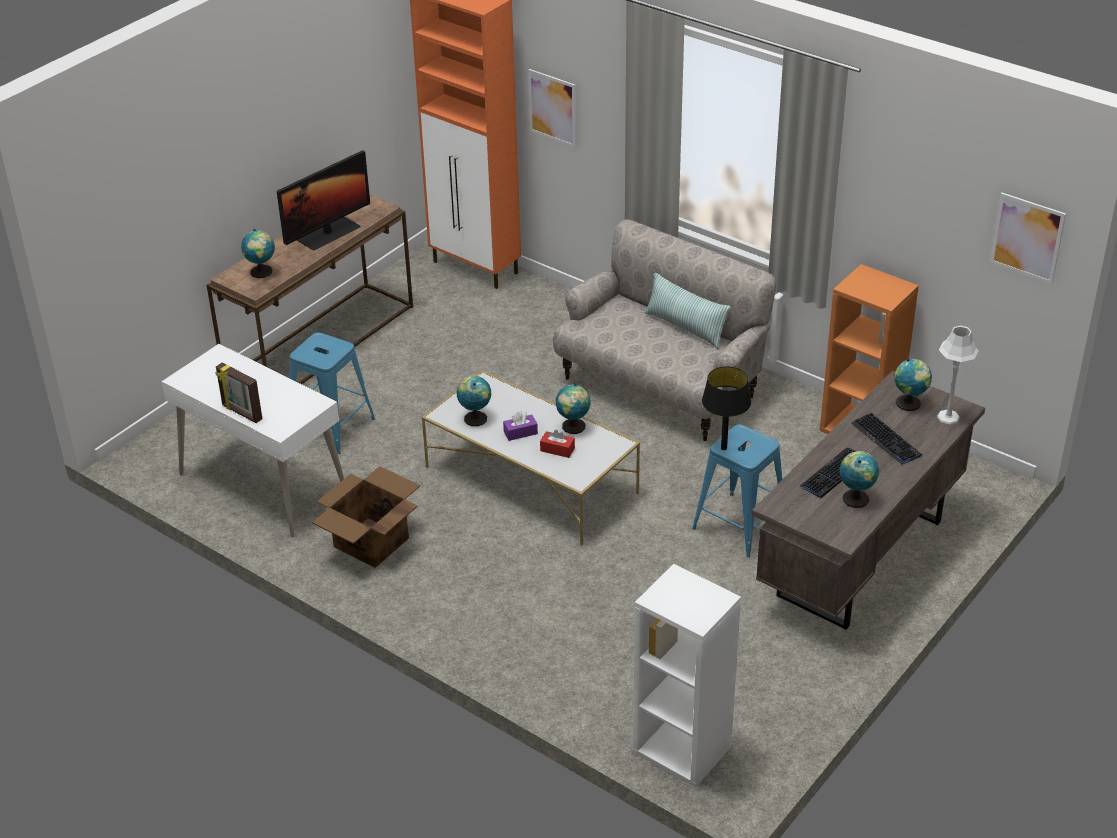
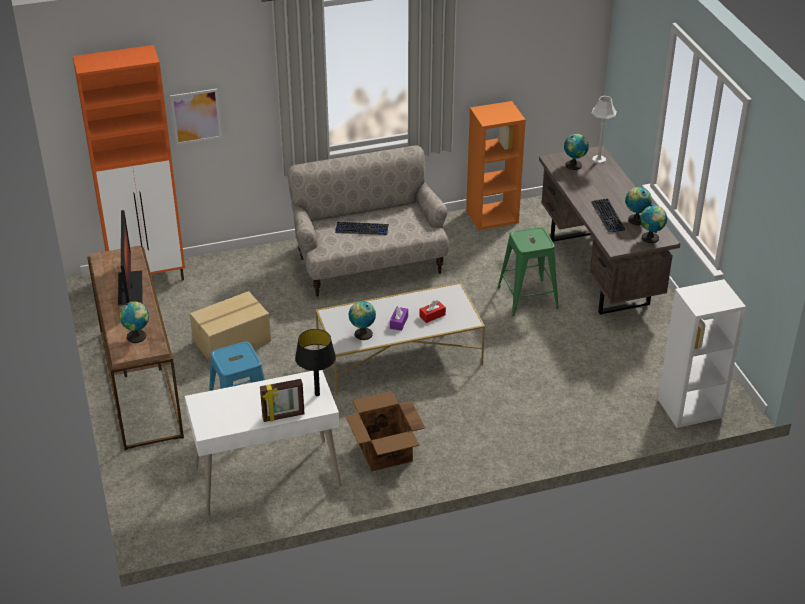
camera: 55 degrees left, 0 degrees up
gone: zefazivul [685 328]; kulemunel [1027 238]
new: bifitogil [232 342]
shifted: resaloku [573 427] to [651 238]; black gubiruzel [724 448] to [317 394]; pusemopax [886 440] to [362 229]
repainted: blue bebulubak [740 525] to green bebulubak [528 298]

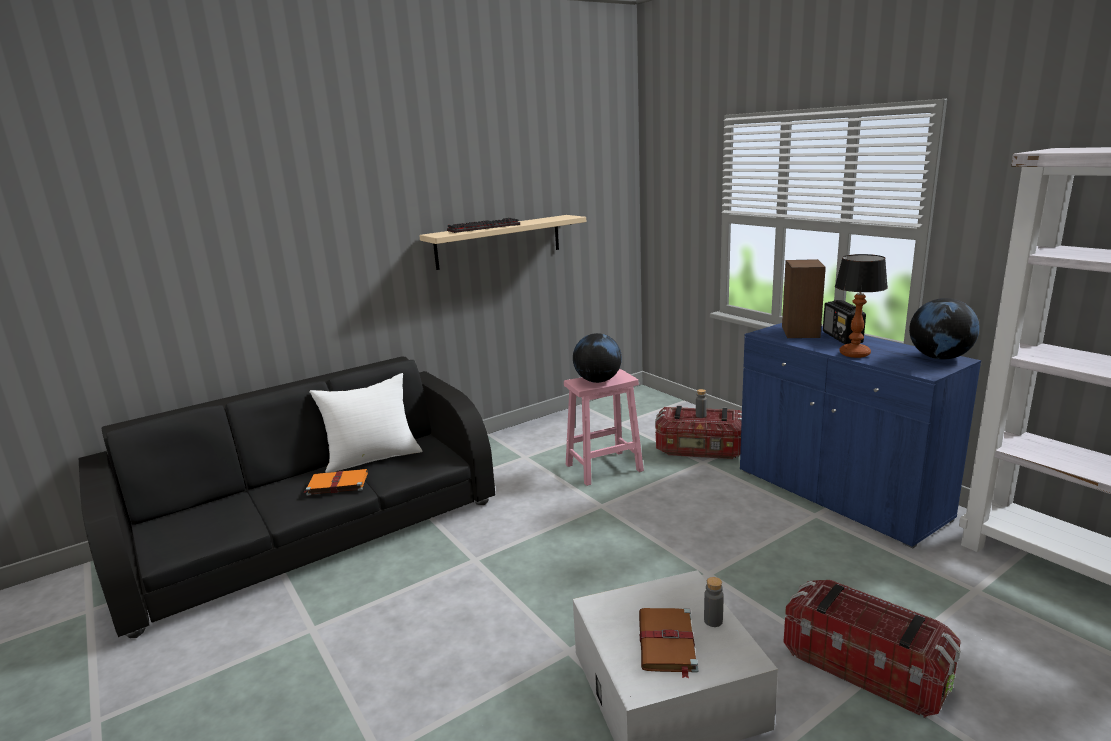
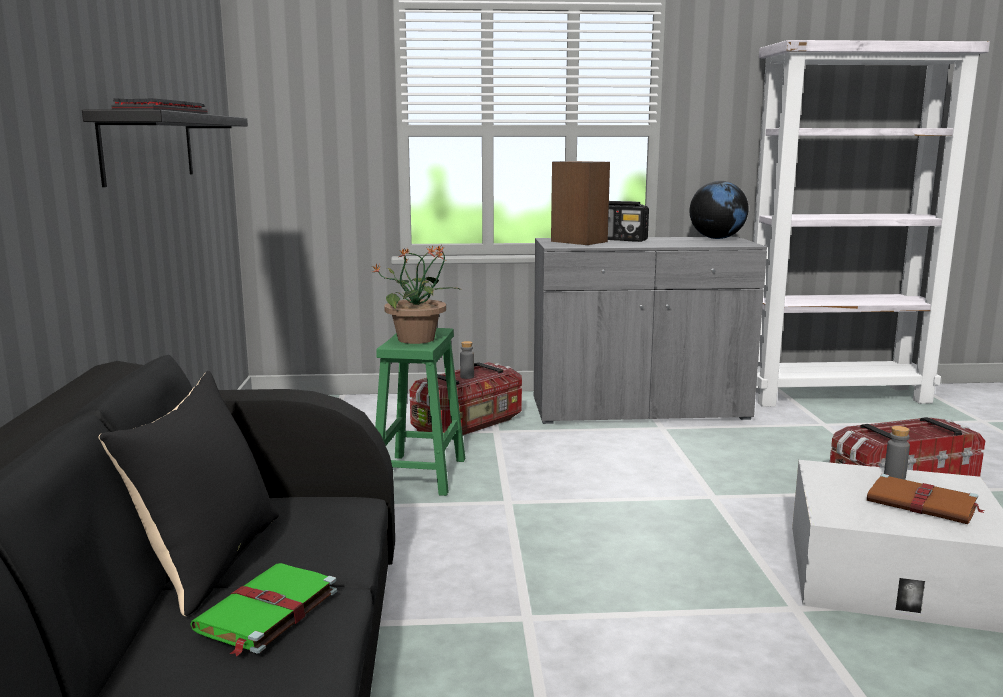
camera: 60 degrees left, 5 degrees down
gone: gubiruzel [855 354]
swapped: resaloku [598 381] to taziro [417 339]
repainted: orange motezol [336 484] to green motezol [266 612]; white zefazivul [373 457] to black zefazivul [210 560]; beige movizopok [499 241] to black movizopok [150 147]; pink bebulubak [603 468] to green bebulubak [420 475]; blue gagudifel [838 494] to grey gagudifel [639 410]

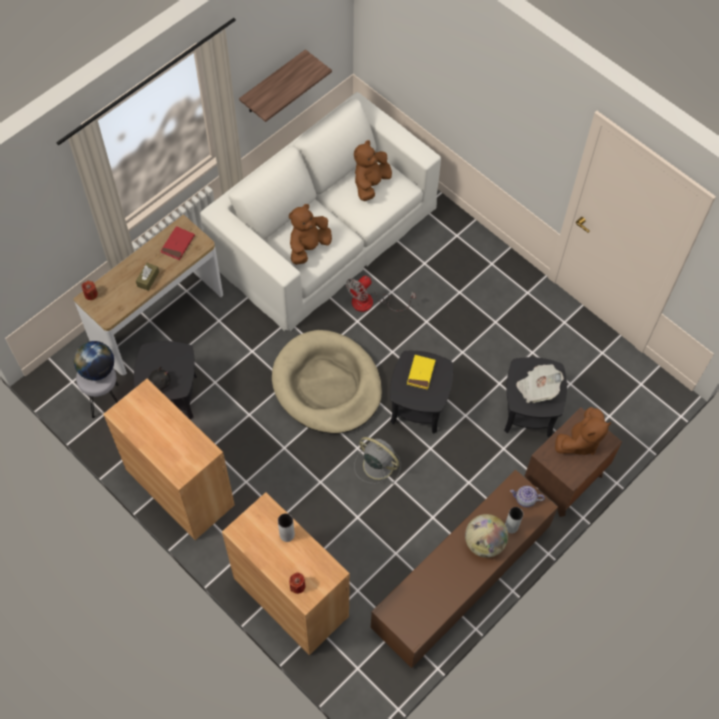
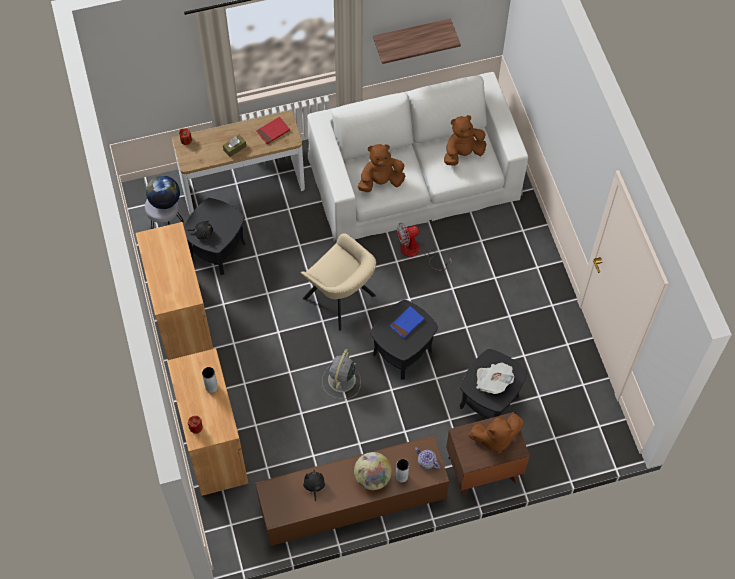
camera: 30 degrees right, 0 degrees up
new: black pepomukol [314 486]
swapped: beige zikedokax [327 385] to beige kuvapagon [341 300]
repainted: yellow motezol [421 373] to blue motezol [407 323]
rotated: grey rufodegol [377 464] = [341 380] 135 degrees counterclockwise

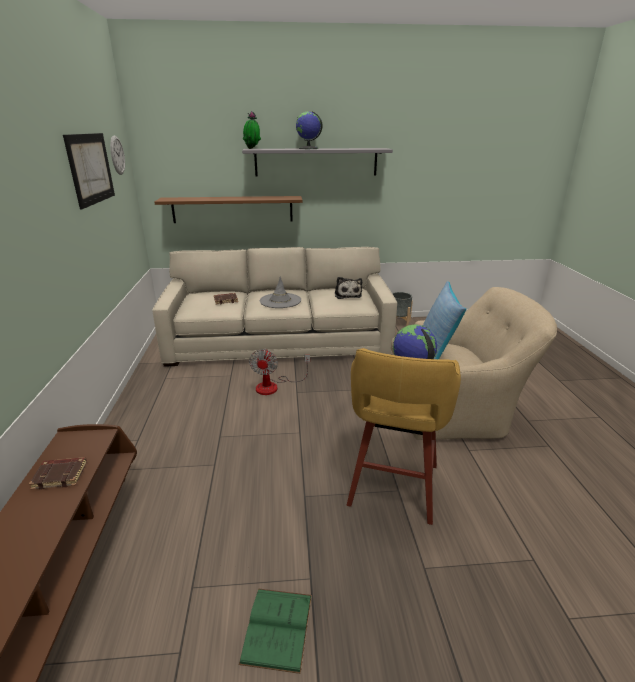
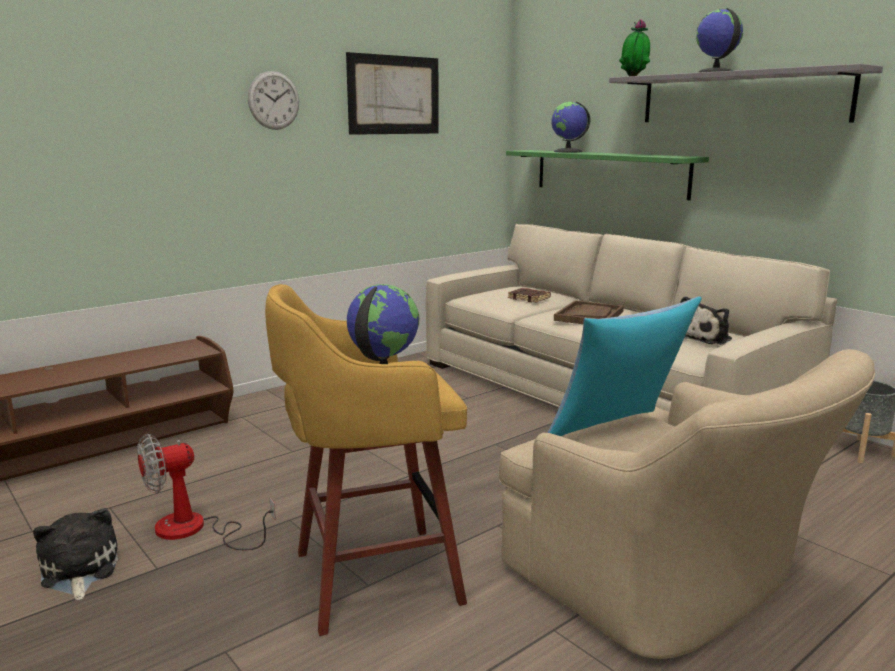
camera: 55 degrees right, 10 degrees down
gone: brown motezol [61 475]
new: resaloku [568 152]
shifted: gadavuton [117 155] to [274 100]; rufodegol [274 386] to [195 530]
swapped: green motezol [277 628] to pepomukol [78 571]; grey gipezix [280 301] to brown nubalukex [589 316]
repainted: brown movizopok [232 209] to green movizopok [609 173]

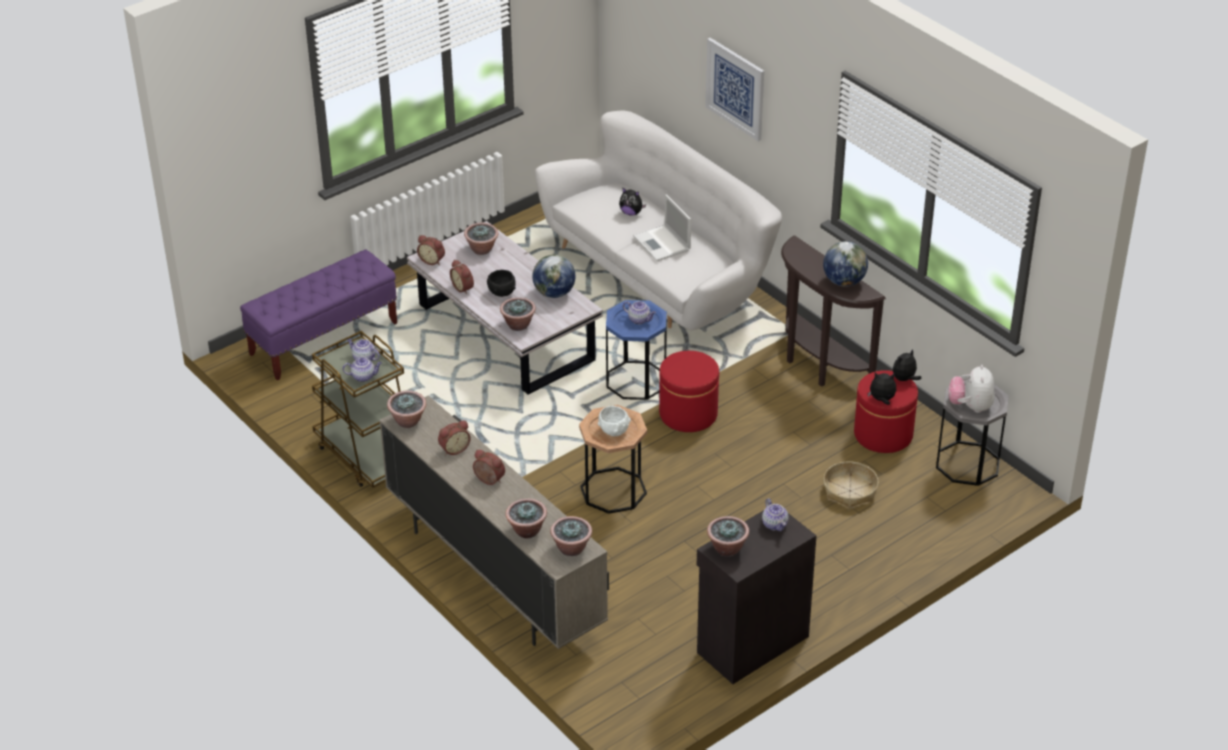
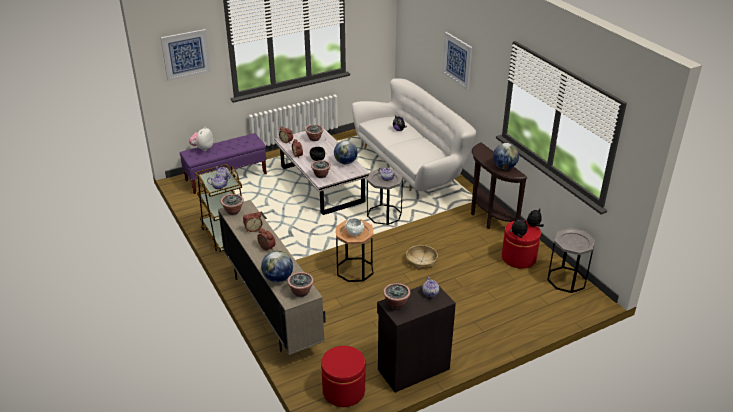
camera: 10 degrees right, 5 degrees down
gone: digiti [662 244]
new: kulemunel [186 54]
shifted: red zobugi [688 414] to [343 391]; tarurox [849 491] to [421 261]; pepomukol [970 406] to [203 148]
swapped: taziro [526 530] to resaloku [278 278]
repainted: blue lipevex [636 381] to grey lipevex [384 215]

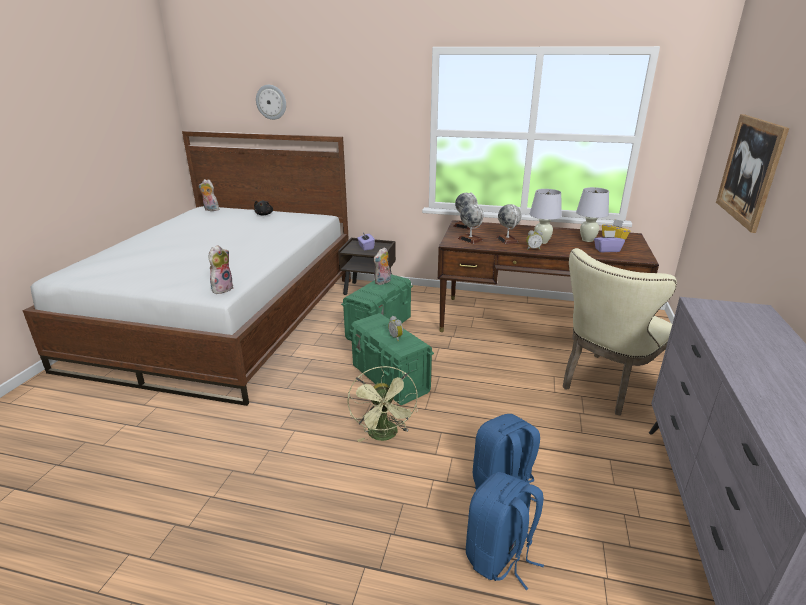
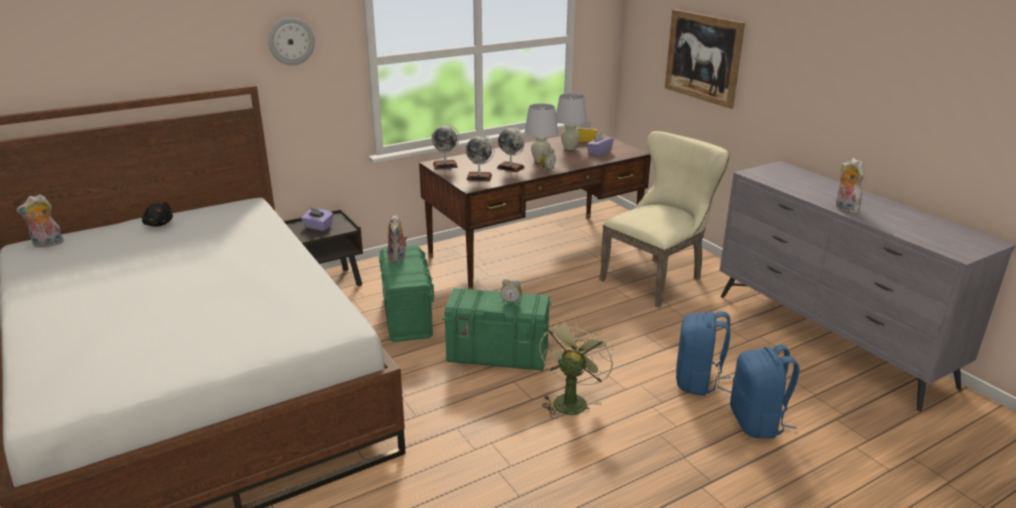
camera: 45 degrees left, 0 degrees up
shifted: pepomukol [222 289] to [844 208]; gadavuton [271 102] to [291 41]
rotated: green rufodegol [385 436] = [570 400] 105 degrees counterclockwise; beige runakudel [607 387] = [657 278] 135 degrees counterclockwise

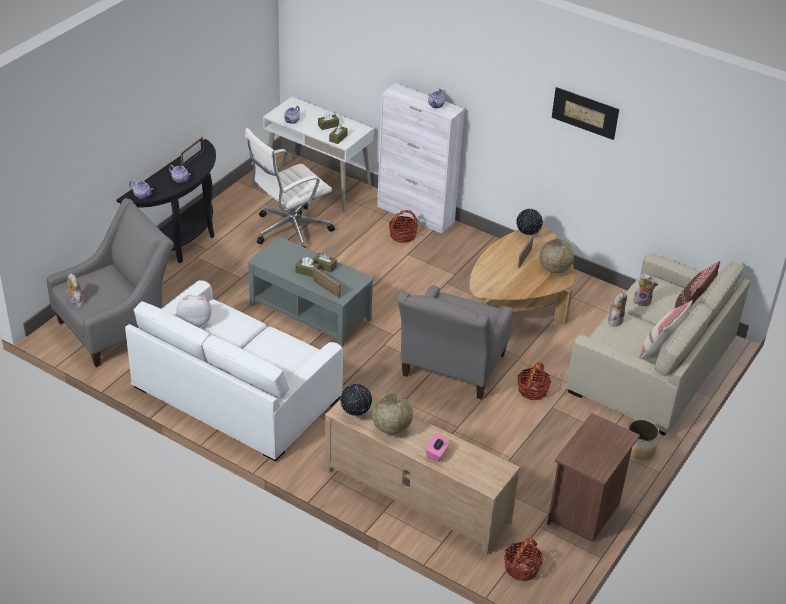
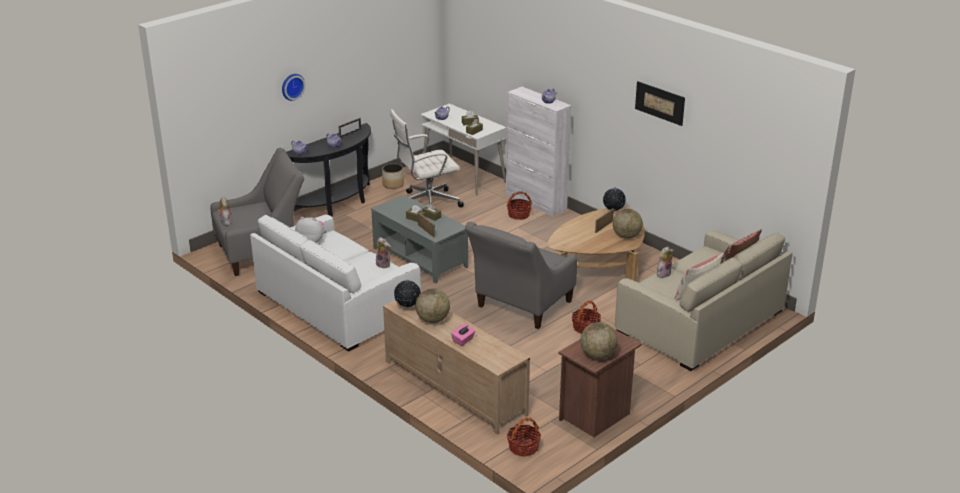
camera: 15 degrees right, 10 degrees down
new: gadavuton [292 86]; resaloku [598 355]
shifted: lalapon [639 450] to [393 185]; pepomukol [642 301] to [384 264]

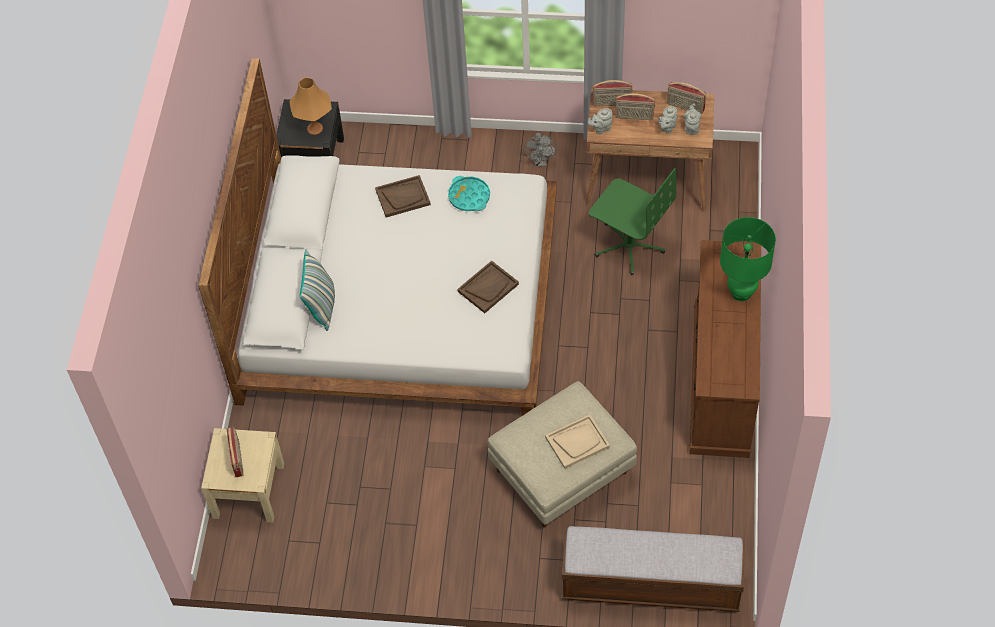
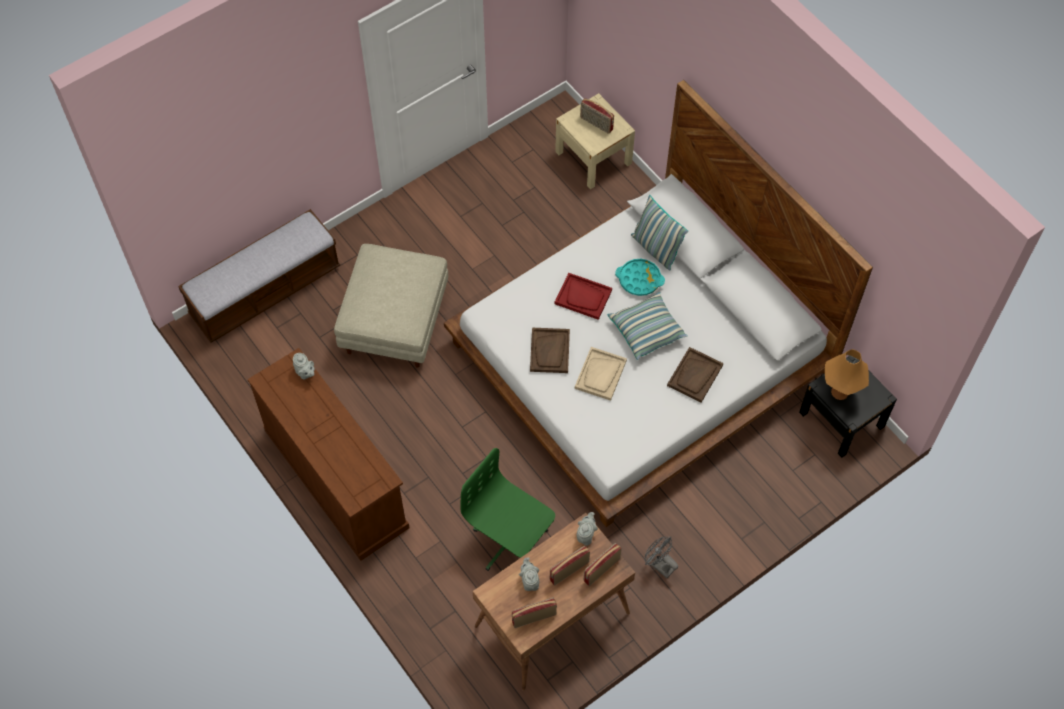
camera: 135 degrees right, 5 degrees up
gone: green gubiruzel [741 293]
new: red nubalukex [583 297]; zefazivul [647 331]
shifted: turquoise nubalukex [469 197] to [639 279]; beige nubalukex [577 442] to [600 374]; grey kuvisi [691 127] to [305 373]
rotated: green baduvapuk [629 245] = [510 542] 45 degrees clockwise

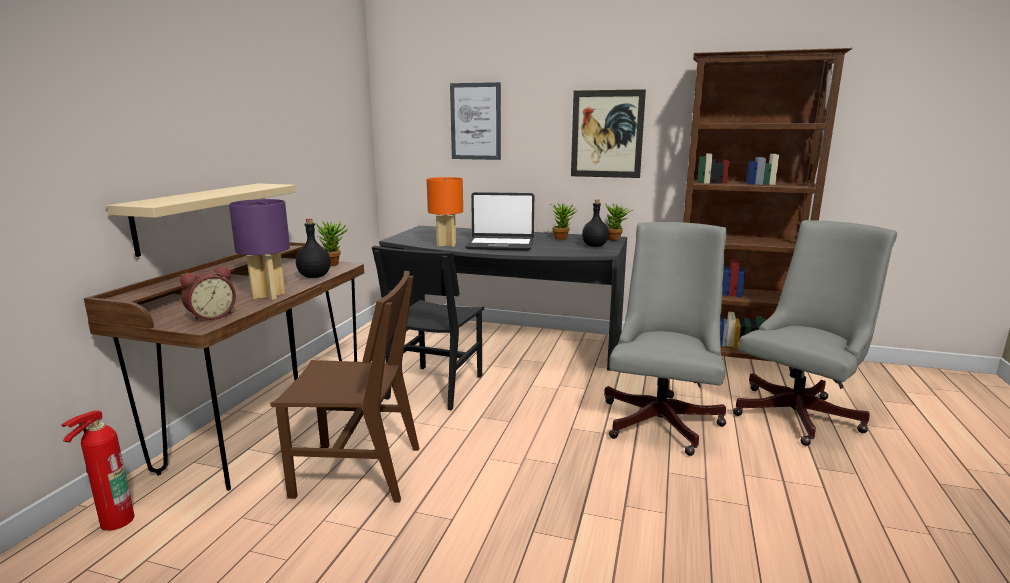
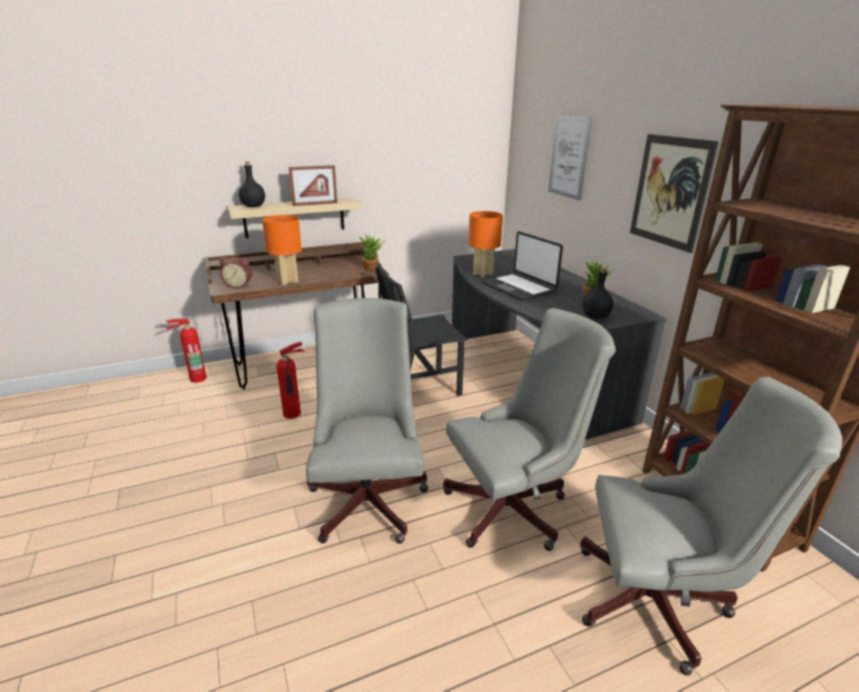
camera: 50 degrees right, 10 degrees up
gone: taziro [616 239]
new: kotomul [315 204]; grey baduvapuk [369 497]
shifted: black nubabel [315 276] to [254 206]
swapped: brown runakudel [358 471] to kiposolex [294 414]
repainted: purple gubiruzel [269 295] to orange gubiruzel [288 281]

